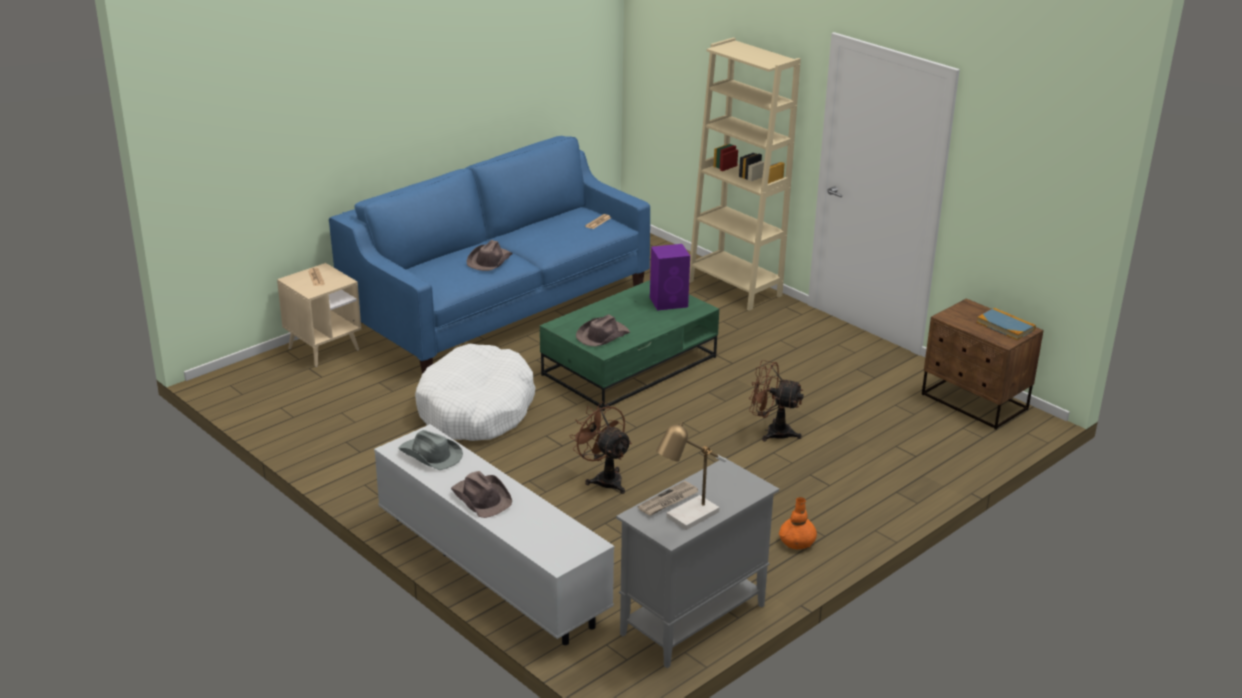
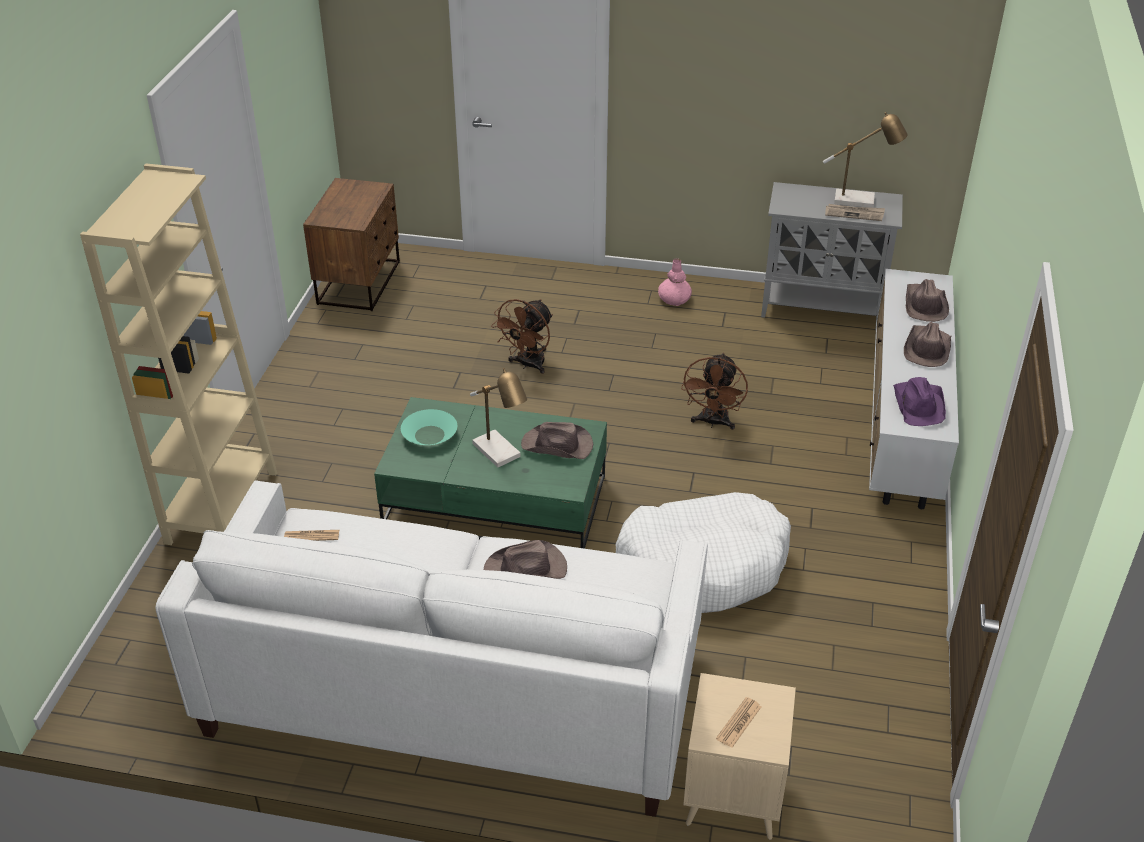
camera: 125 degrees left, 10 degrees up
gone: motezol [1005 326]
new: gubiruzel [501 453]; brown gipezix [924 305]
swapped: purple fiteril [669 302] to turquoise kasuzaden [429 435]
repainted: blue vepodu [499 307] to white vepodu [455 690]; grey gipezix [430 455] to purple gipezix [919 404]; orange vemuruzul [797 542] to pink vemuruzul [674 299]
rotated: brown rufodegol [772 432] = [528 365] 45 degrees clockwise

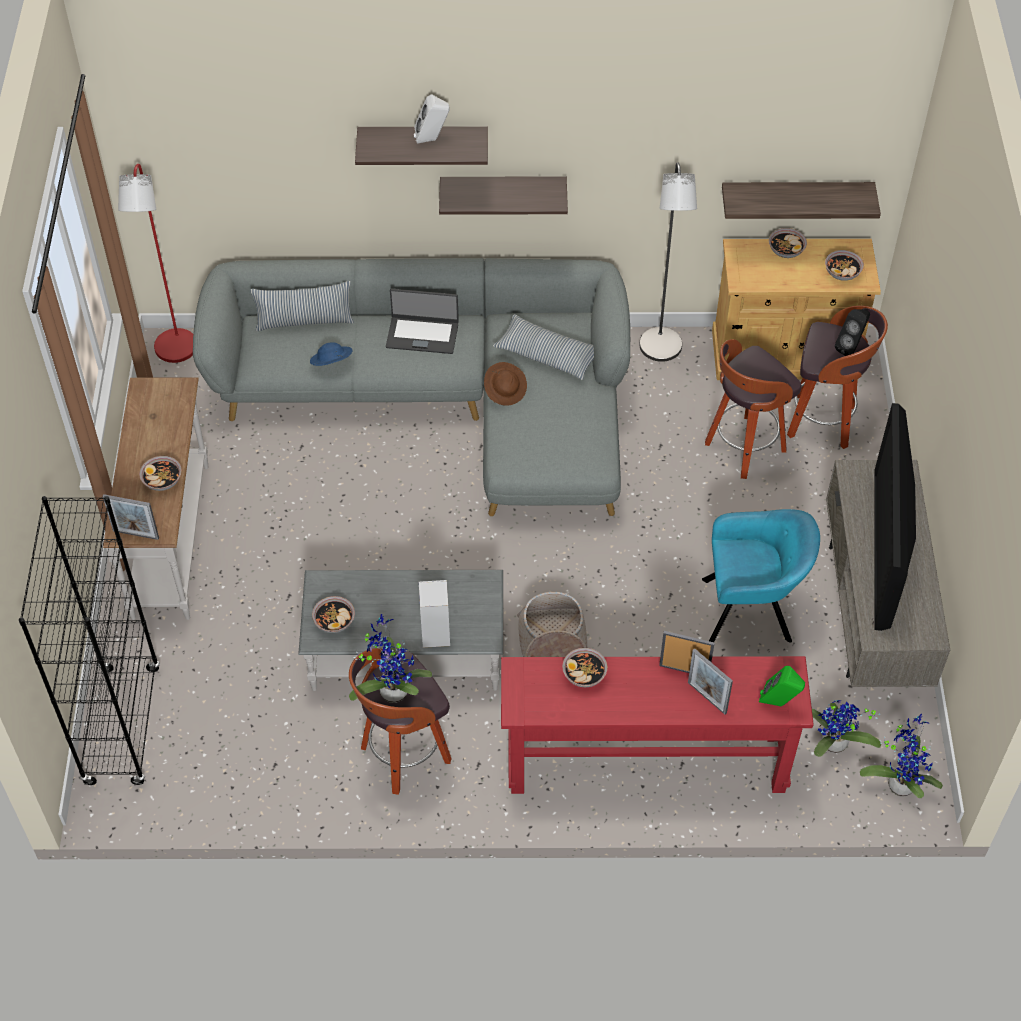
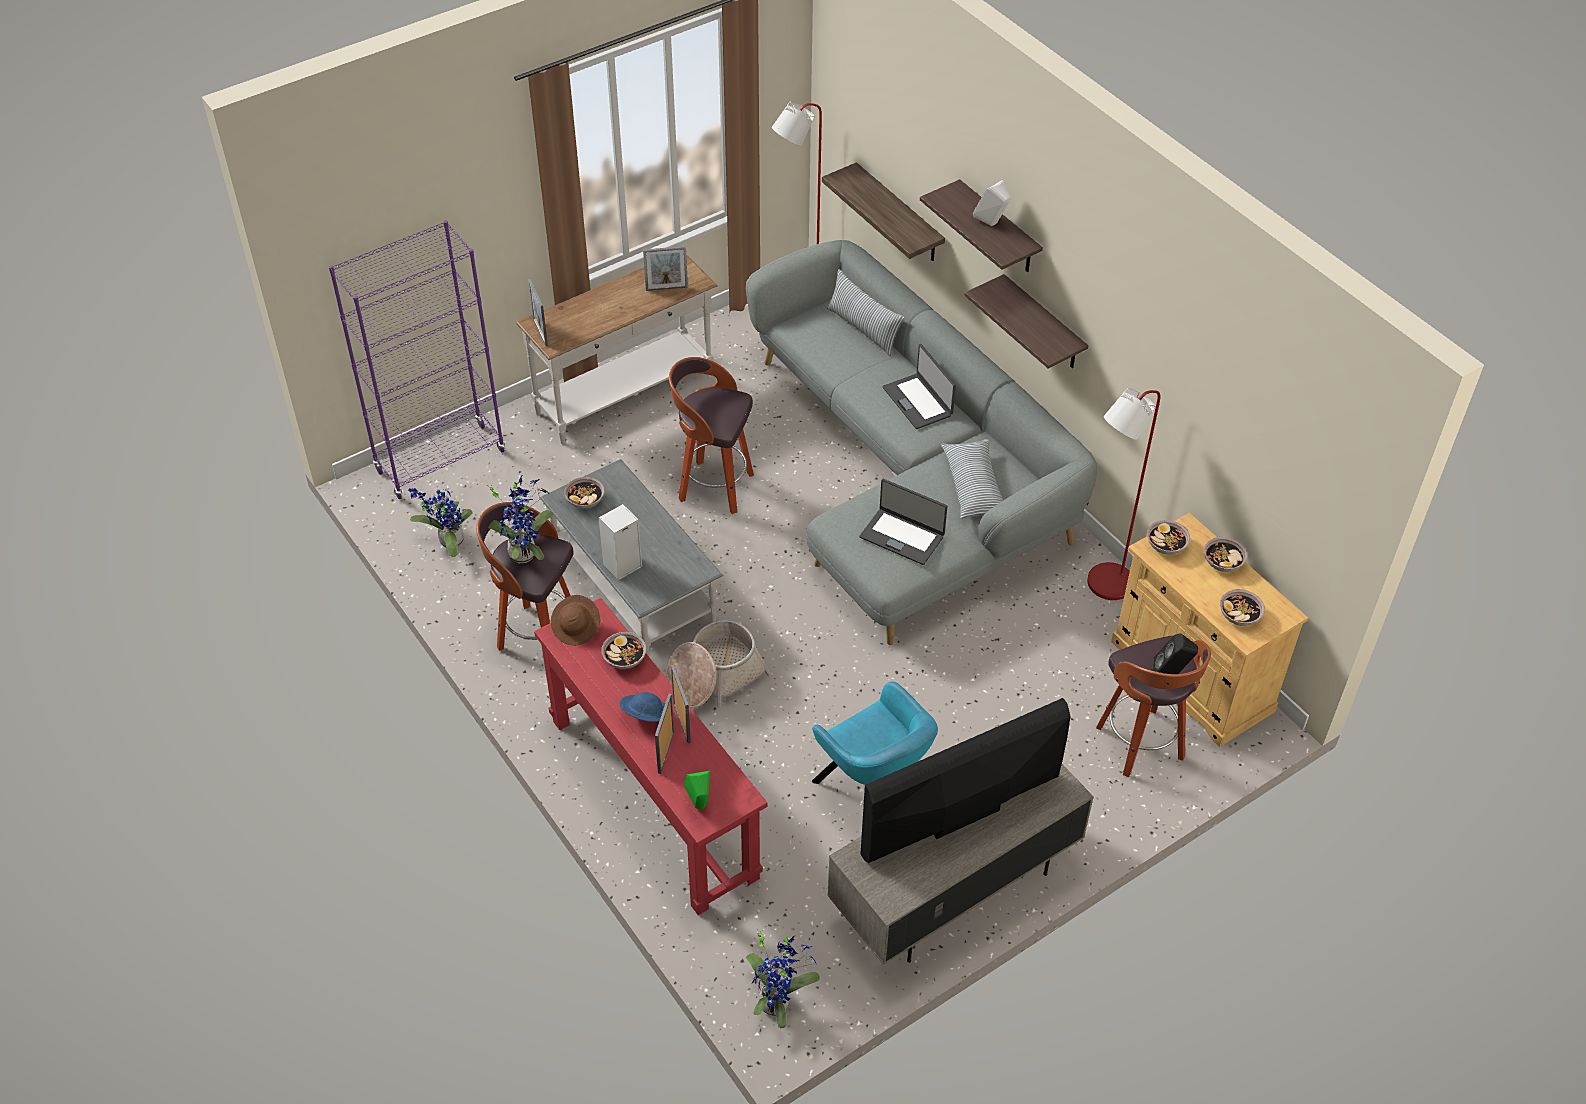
camera: 55 degrees right, 5 degrees down
new: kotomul [666 288]; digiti [902 536]
shifted: kasuzaden [162 480] to [1166 545]; blue gipezix [331 363] to [645 716]; brown gipezix [505 390] to [576 628]; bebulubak [743 449] to [714 487]; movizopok [796 196] to [899 214]; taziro [833 746] to [448 542]
repainted: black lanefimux [122 725] to purple lanefimux [441 461]; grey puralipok [661 352] to red puralipok [1103 586]

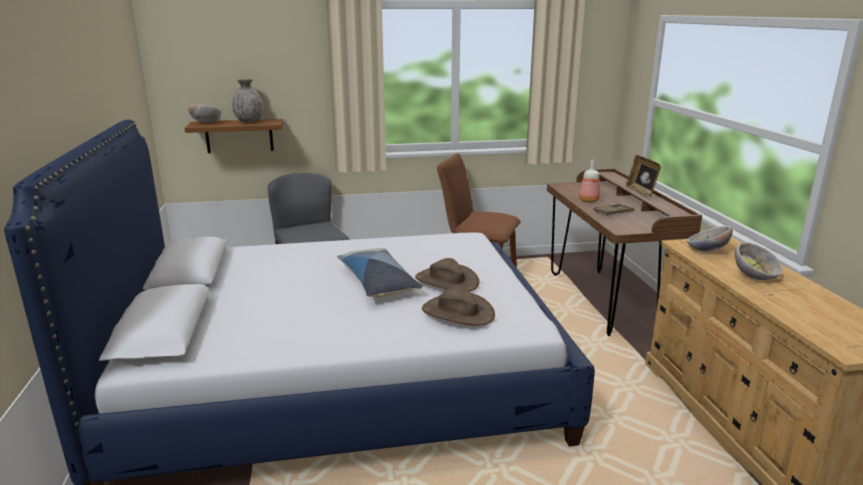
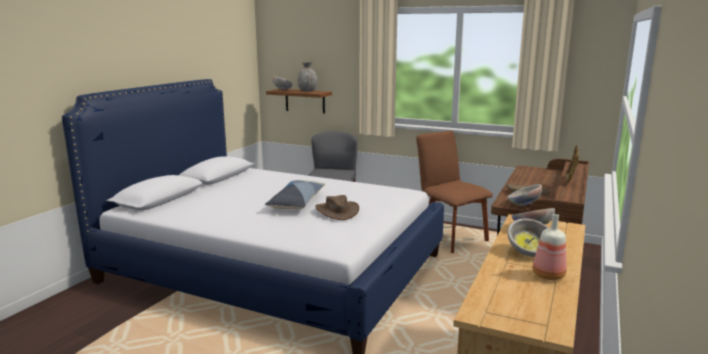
camera: 35 degrees right, 5 degrees down
gone: brown gipezix [457 312]
new: kasuzaden [523 205]
shifted: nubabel [588 201] to [547 275]

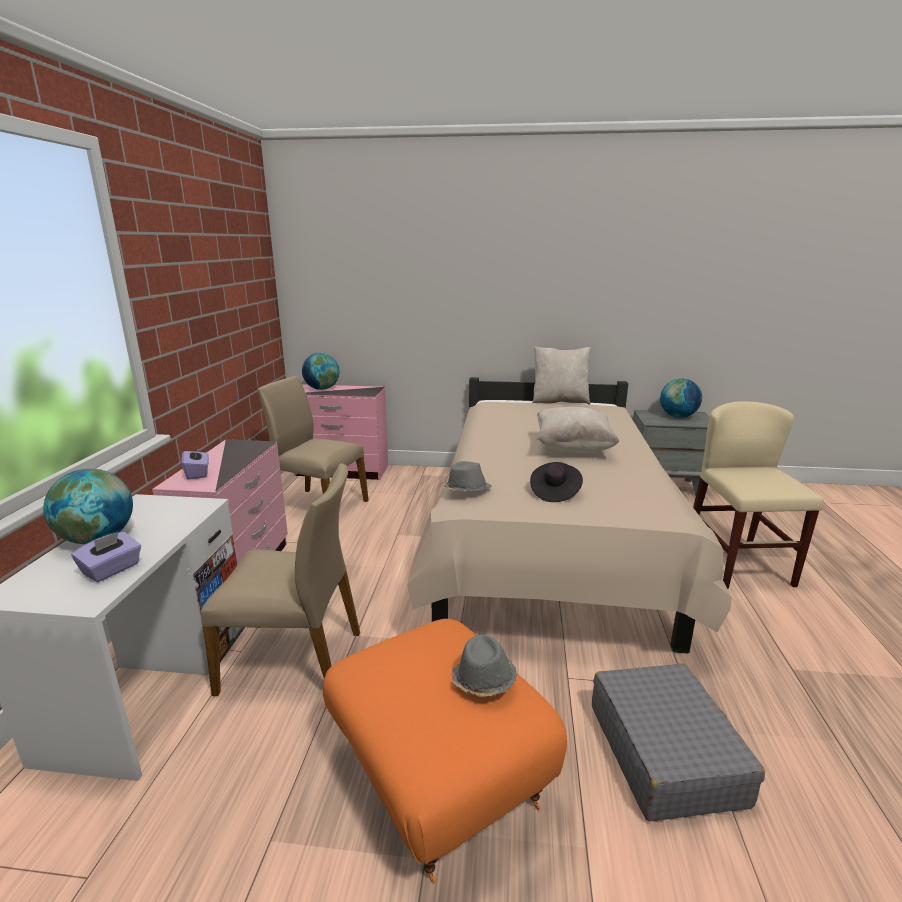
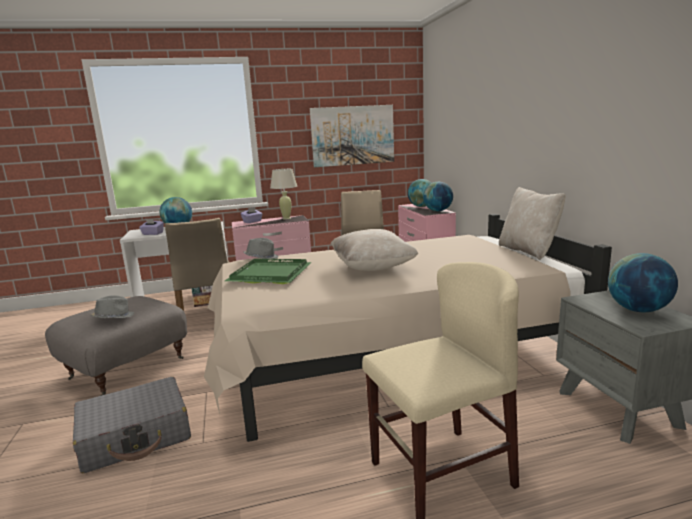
camera: 70 degrees right, 5 degrees down
new: beige gubiruzel [286 218]; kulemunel [352 135]; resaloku [438 211]
swapped: black gipezix [554 492] to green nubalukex [269 274]
repainted: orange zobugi [436 777] to grey zobugi [126 368]

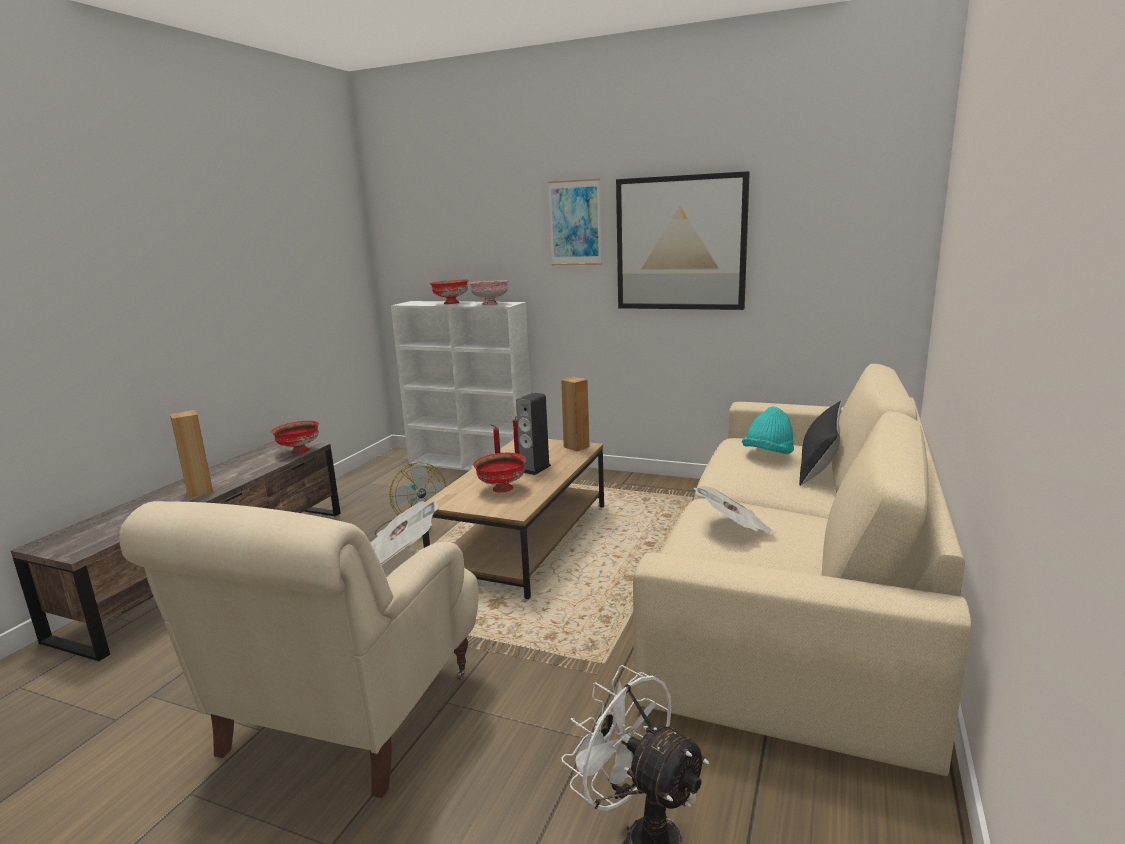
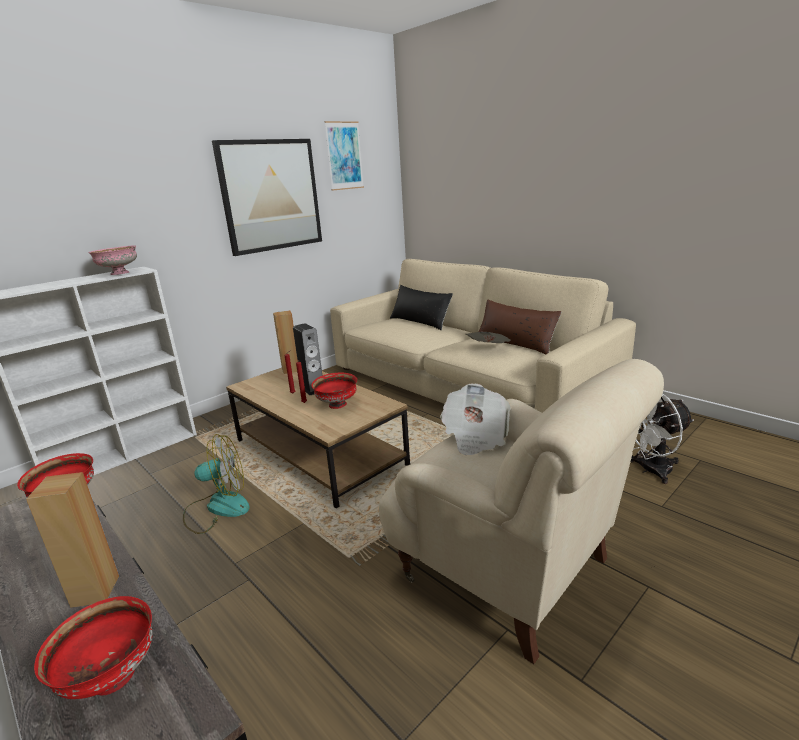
camera: 65 degrees left, 5 degrees up
gone: turquoise gipezix [768 454]
new: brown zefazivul [515 343]
shifted: red kasuzaden [451 303] to [111 678]; kulemunel [575 223] to [344 156]

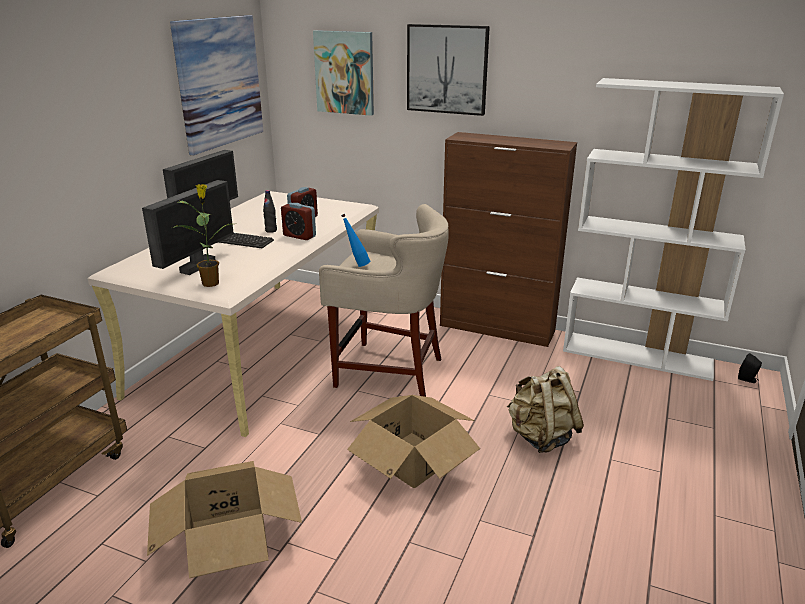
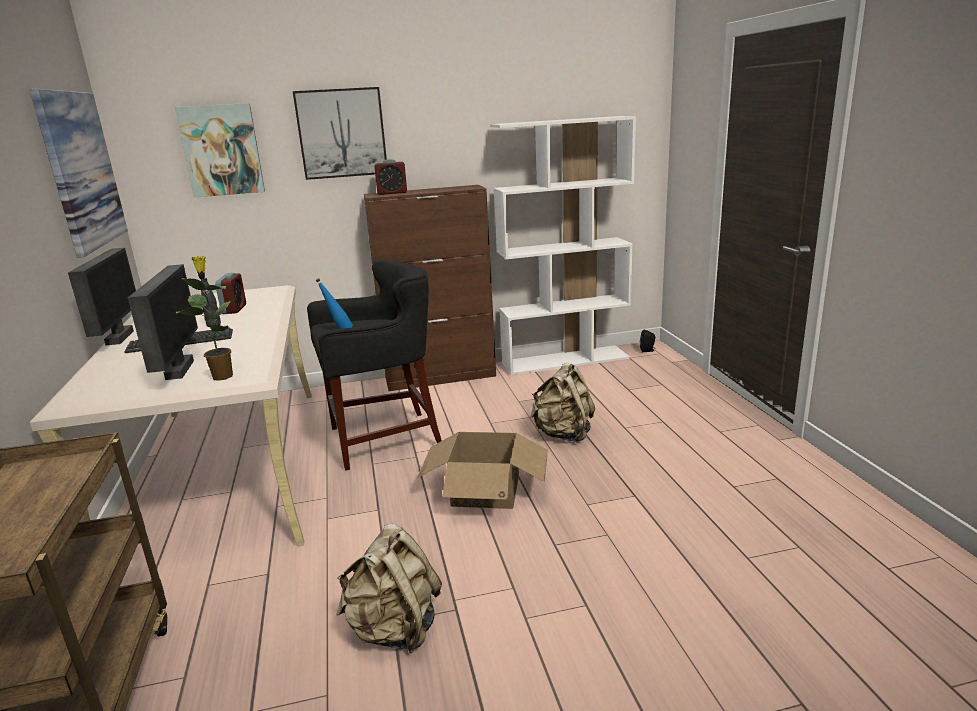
camera: 35 degrees left, 5 degrees down
shifted: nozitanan [299 236] to [392 193]
swapped: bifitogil [228 540] to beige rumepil [394 629]
repainted: beige bebulubak [388 371] to black bebulubak [383 439]

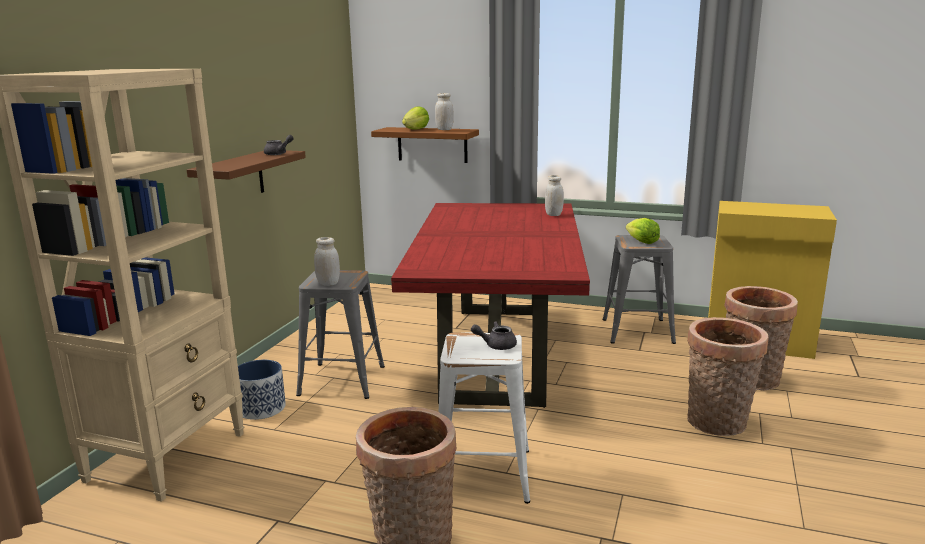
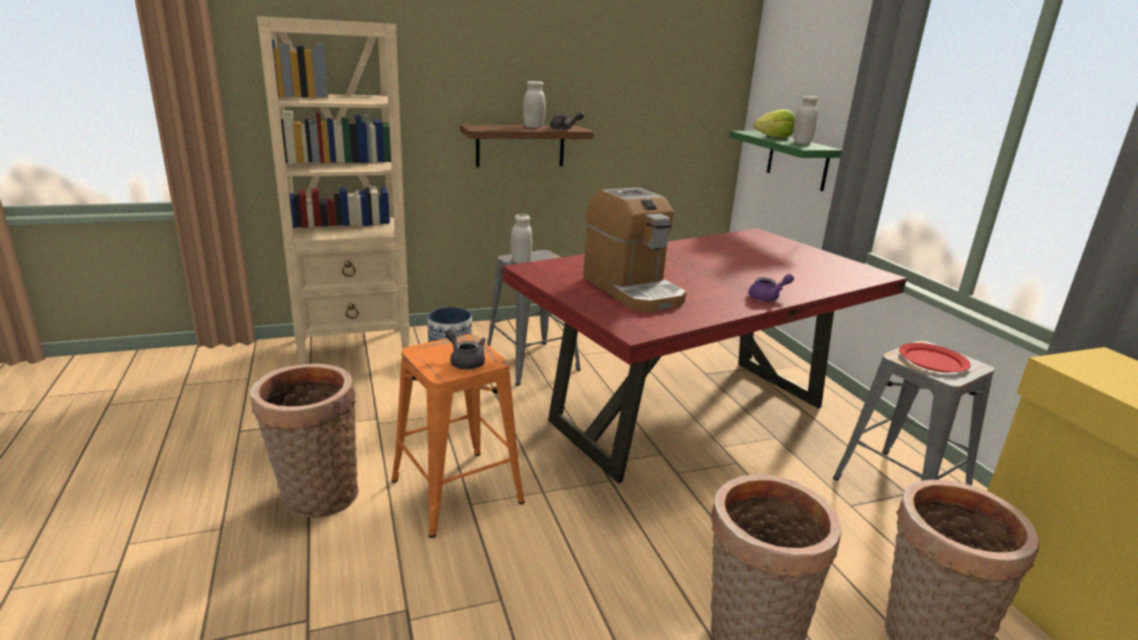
camera: 50 degrees right, 5 degrees up
new: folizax [632 290]; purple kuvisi [768 297]
shifted: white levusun [553 214] to [533 127]
swapped: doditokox [641 242] to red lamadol [932 361]
repainted: brown movizopok [432 144] to green movizopok [797 160]; white bebulubak [483 474] to orange bebulubak [455 491]

